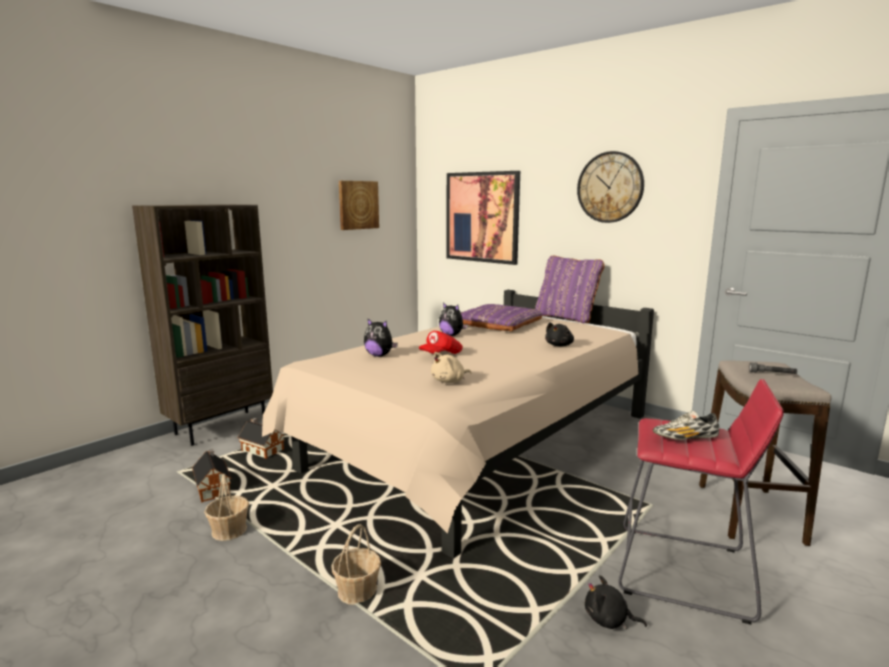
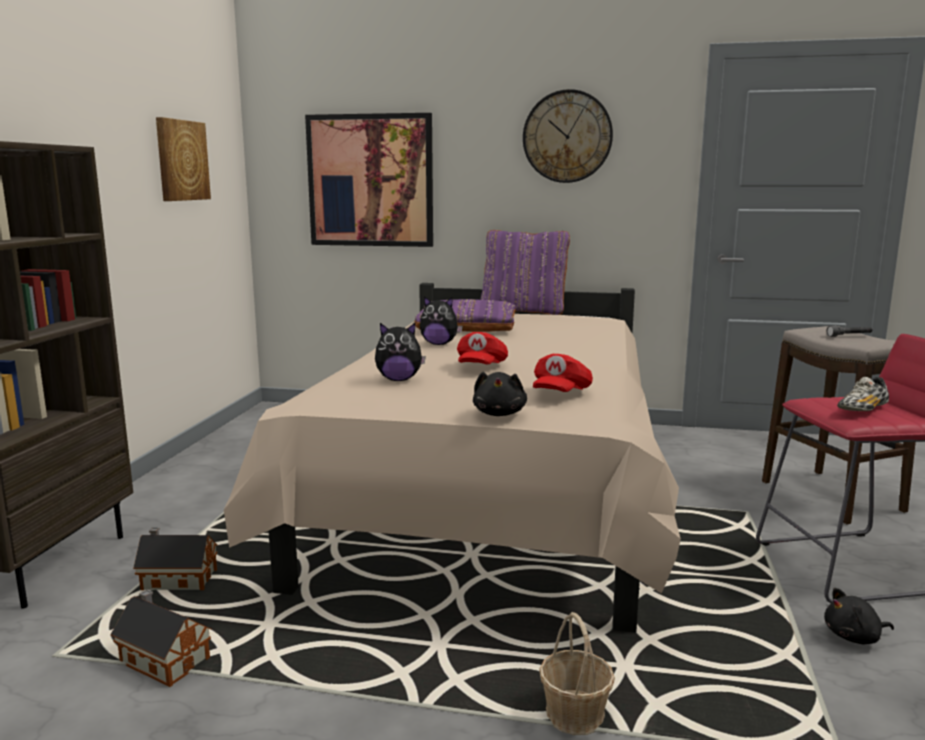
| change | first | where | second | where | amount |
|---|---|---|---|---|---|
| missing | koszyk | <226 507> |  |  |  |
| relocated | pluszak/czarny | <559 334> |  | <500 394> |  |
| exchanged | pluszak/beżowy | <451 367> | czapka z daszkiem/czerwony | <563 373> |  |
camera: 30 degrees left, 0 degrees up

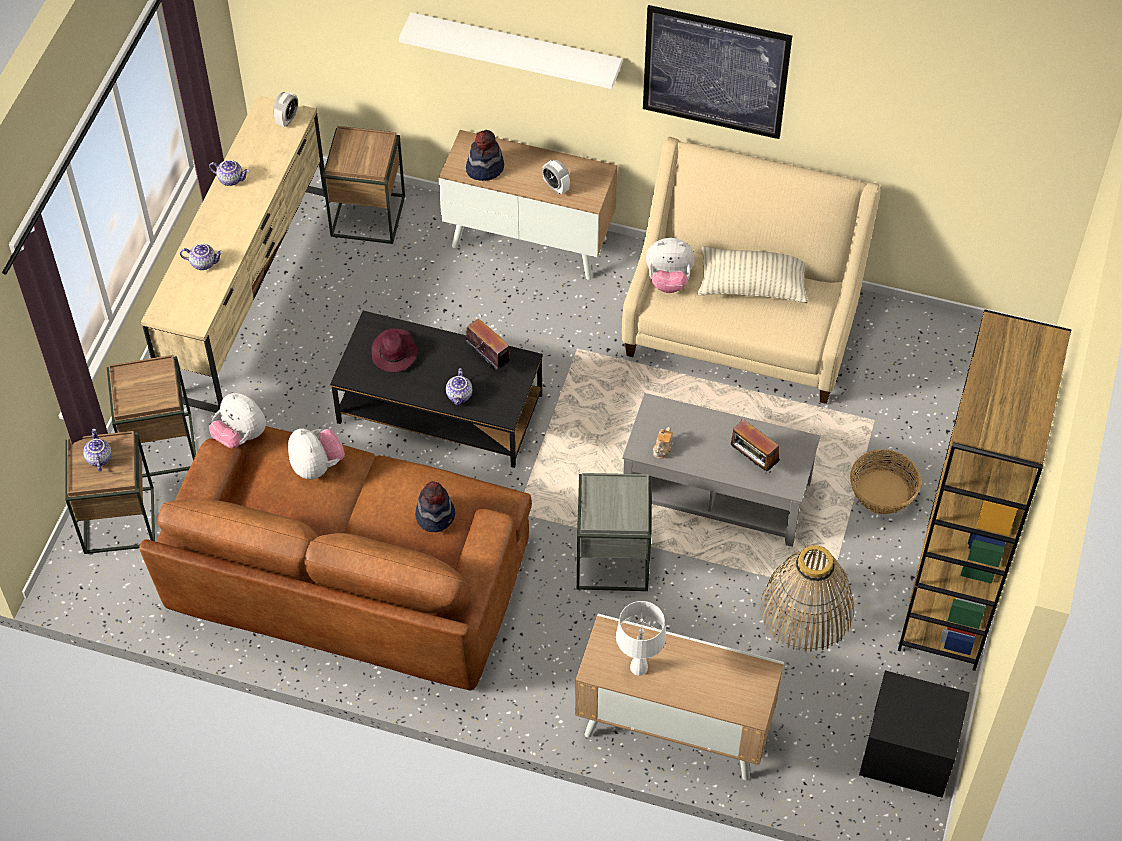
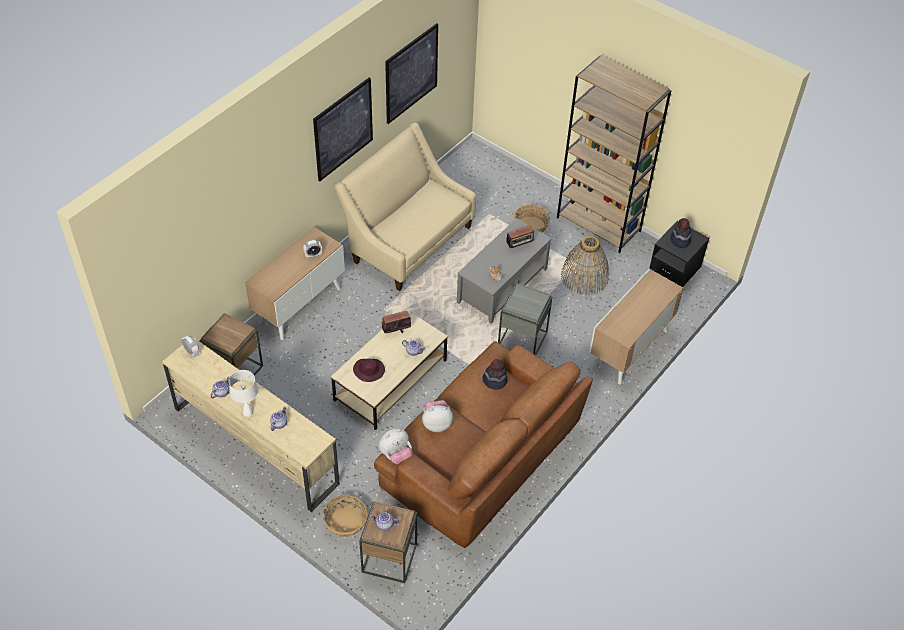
| change | first | where | second | where | amount |
|---|---|---|---|---|---|
| missing | półka/biały | <510 50> |  |  |  |
| missing | pluszak | <670 265> |  |  |  |
| missing | poduszka | <752 274> |  |  |  |
| appeared |  |  | obraz | <411 73> |  |
| relocated | kapelusz | <485 155> |  | <680 233> |  |
| relocated | lampa stołowa/biały | <641 638> |  | <243 393> |  |
| exchanged | stolik/brązowy | <151 416> | koszyk | <345 516> |  |
| colour | ława/czarny | <436 389> | ława/beżowy | <389 369> |  |
camera: 70 degrees left, 5 degrees down

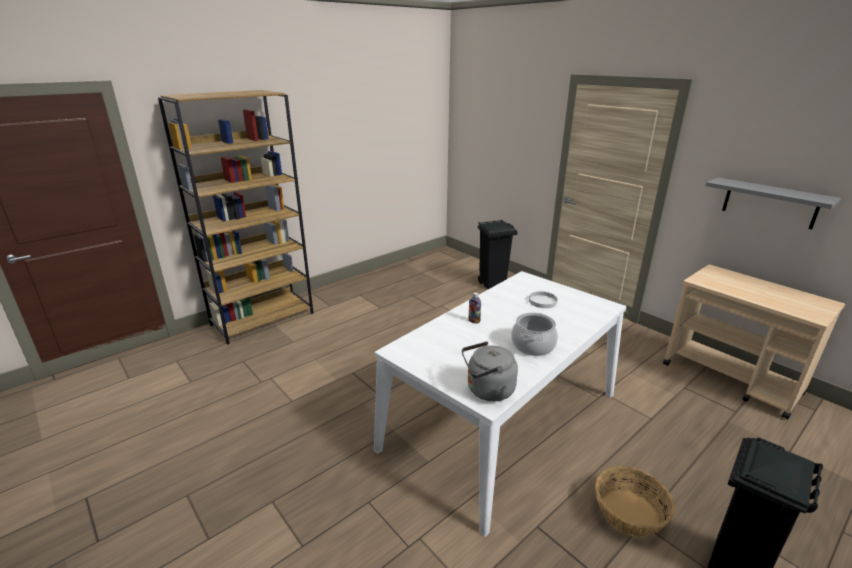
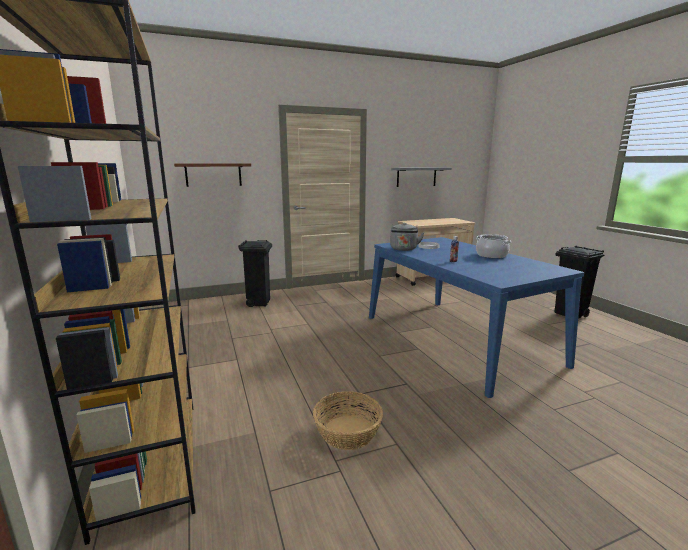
| change | first | where | second | where | amount |
|---|---|---|---|---|---|
| appeared |  |  | półka/brązowy | <212 175> |  |
| relocated | czajnik/szary | <490 371> |  | <407 237> |  |
| relocated | koszyk | <635 501> |  | <348 420> |  |
| colour | stół jadalny/biały | <500 404> | stół jadalny/niebieski | <476 317> |  |
camera: 70 degrees left, 10 degrees down

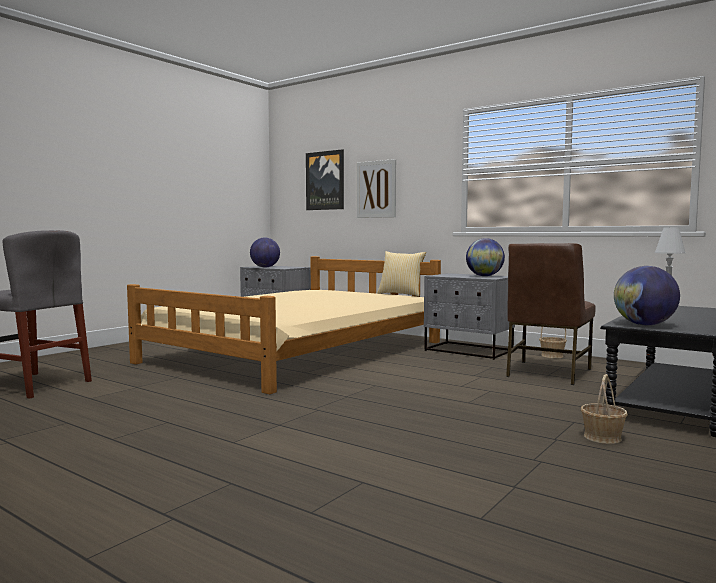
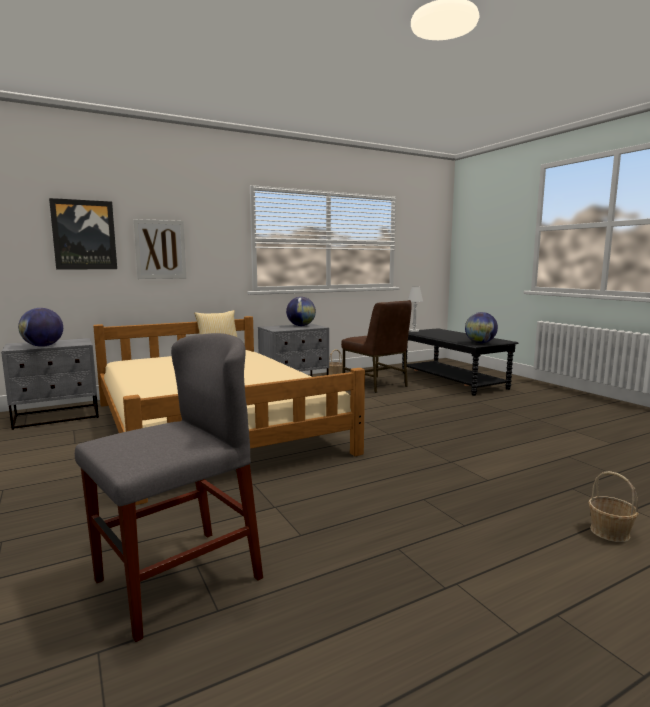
| change | first | where | second | where | amount |
|---|---|---|---|---|---|
| relocated | koszyk | <604 409> |  | <613 506> |  |
camera: 65 degrees left, 5 degrees up

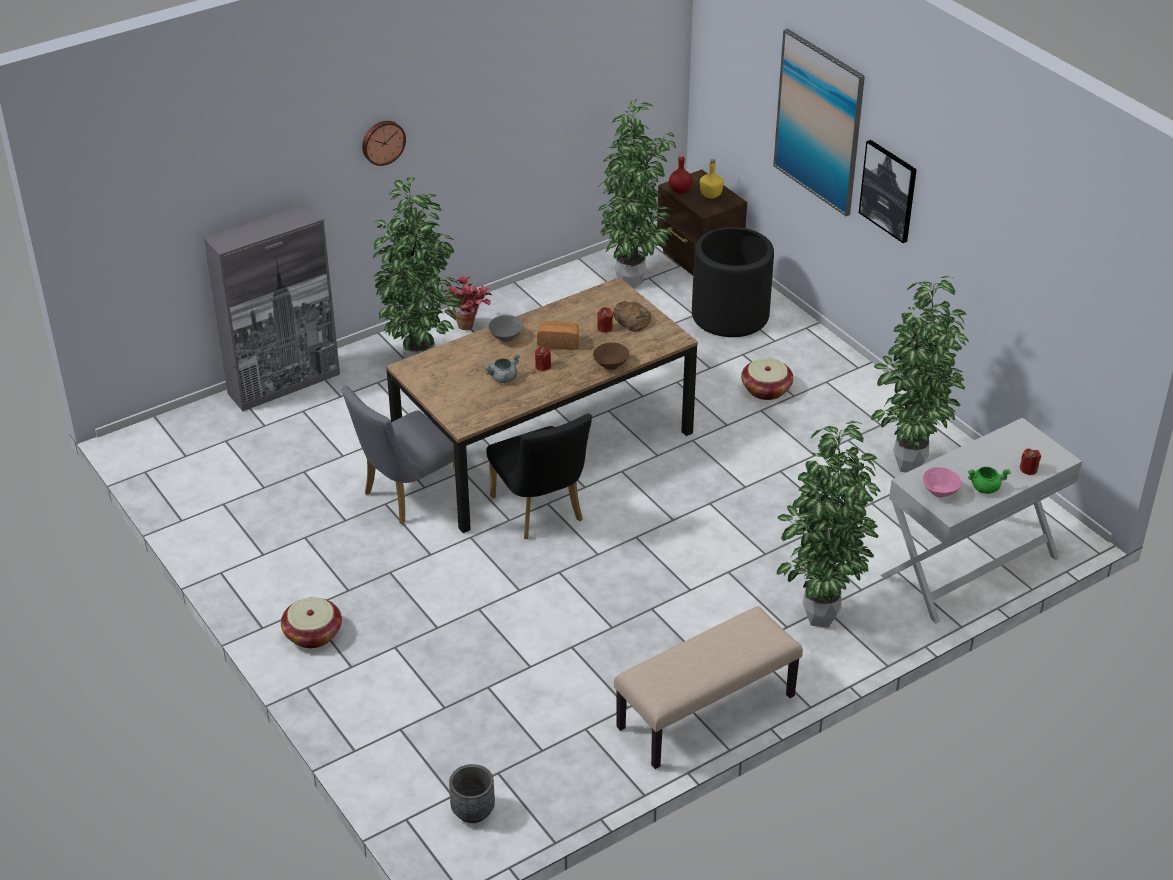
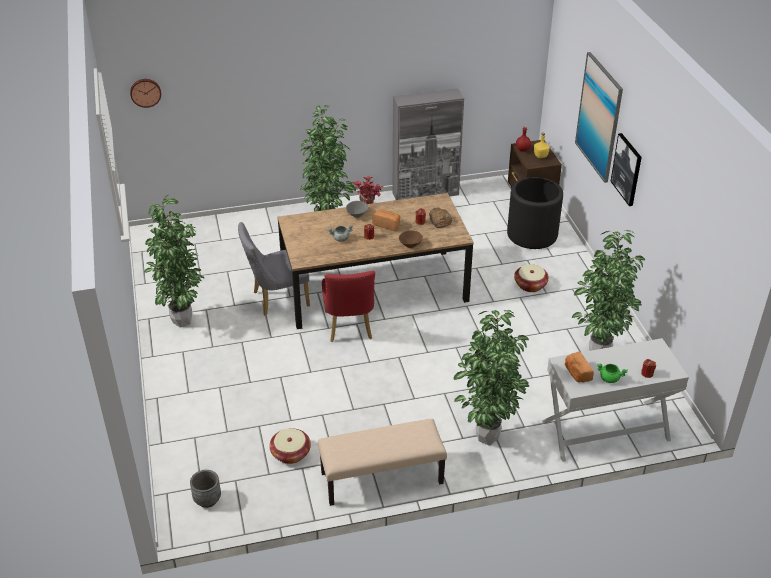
| change | first | where | second | where | amount |
|---|---|---|---|---|---|
| relocated | szafka/szary | <272 307> |  | <428 144> |  |
| relocated | koszyk | <311 622> |  | <290 446> |  |
| relocated | zegar ścienny | <384 143> |  | <145 93> |  |
| relocated | roślina doniczkowa | <637 193> |  | <174 261> |  |
| exchanged | miska/różowy | <942 482> | chleb | <579 367> |  |
| colour | krzesło/czarny | <539 476> | krzesło/czerwony | <348 306> |  |
camera: 20 degrees right, 0 degrees up

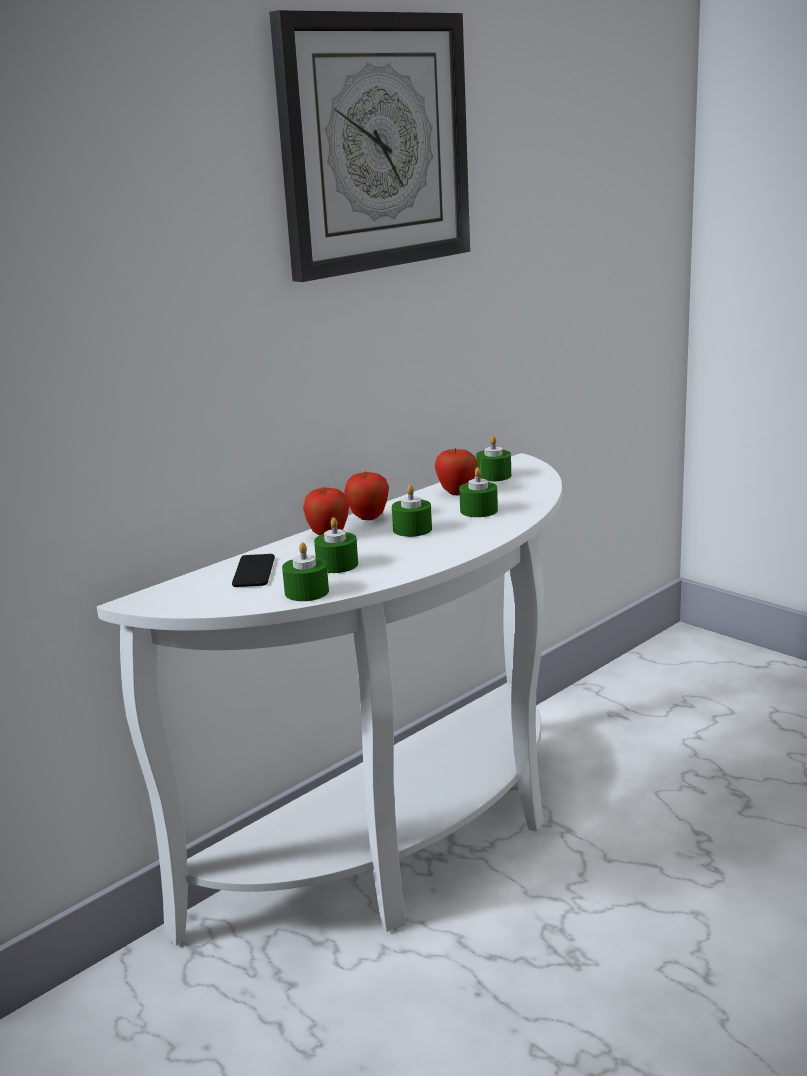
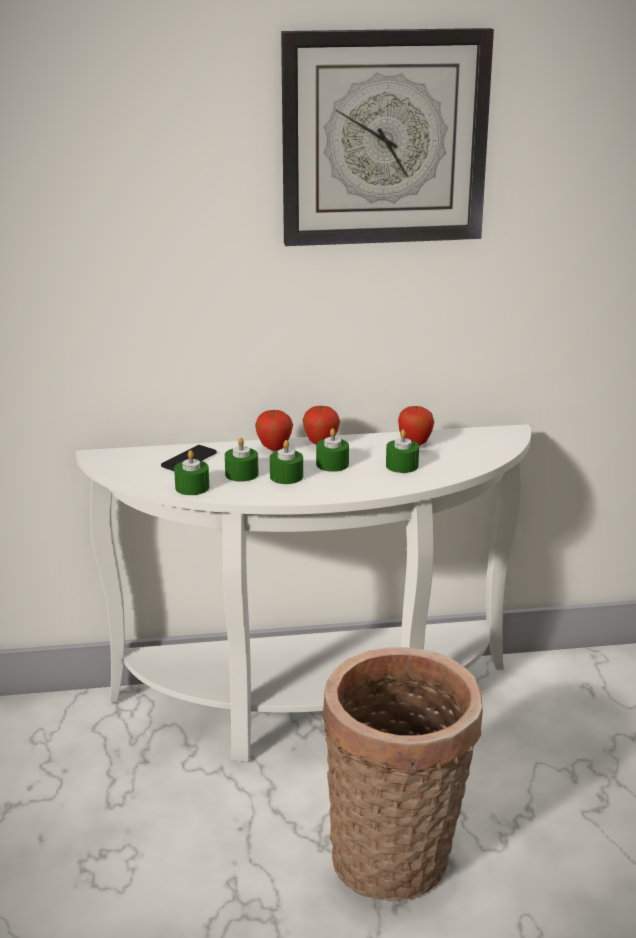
| change | first | where | second | where | amount |
|---|---|---|---|---|---|
| appeared |  |  | koszyk | <403 775> |  |
| relocated | świeca/zielony | <493 459> |  | <286 462> |  |
camera: 35 degrees right, 5 degrees up

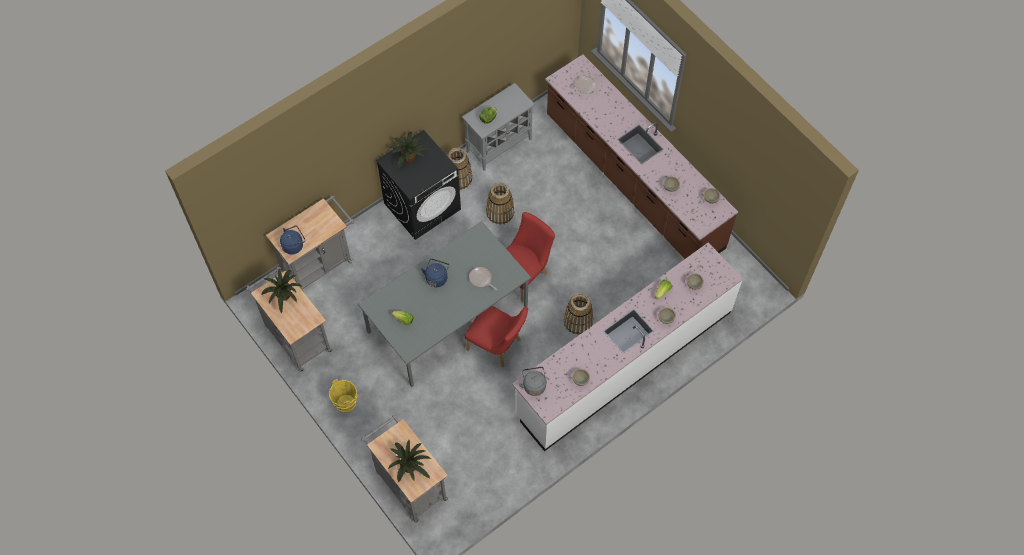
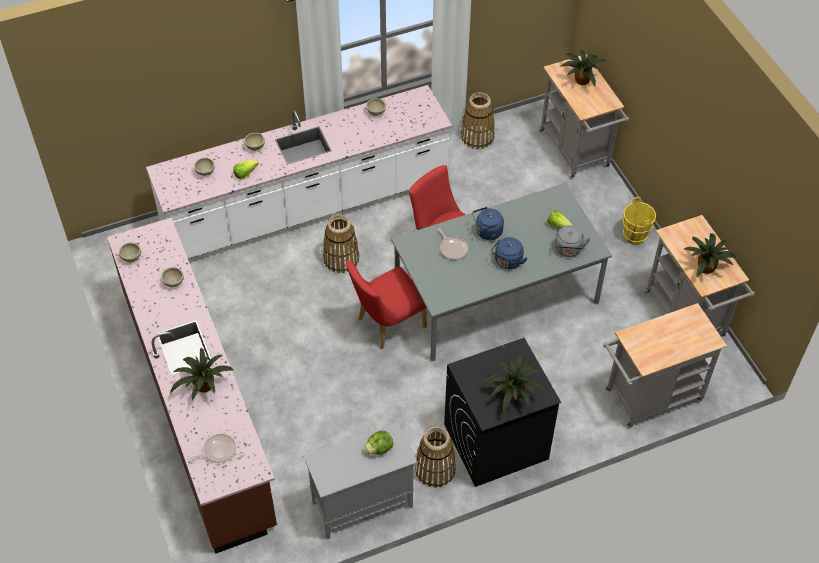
| change | first | where | second | where | amount |
|---|---|---|---|---|---|
| appeared |  |  | roślina doniczkowa | <201 374> |  |
| relocated | czajnik/niebieski | <292 239> |  | <488 223> |  |
| relocated | koszyk | <500 203> |  | <478 120> |  |
| relocated | czajnik/szary | <532 381> |  | <572 241> |  |
camera: 165 degrees left, 10 degrees down

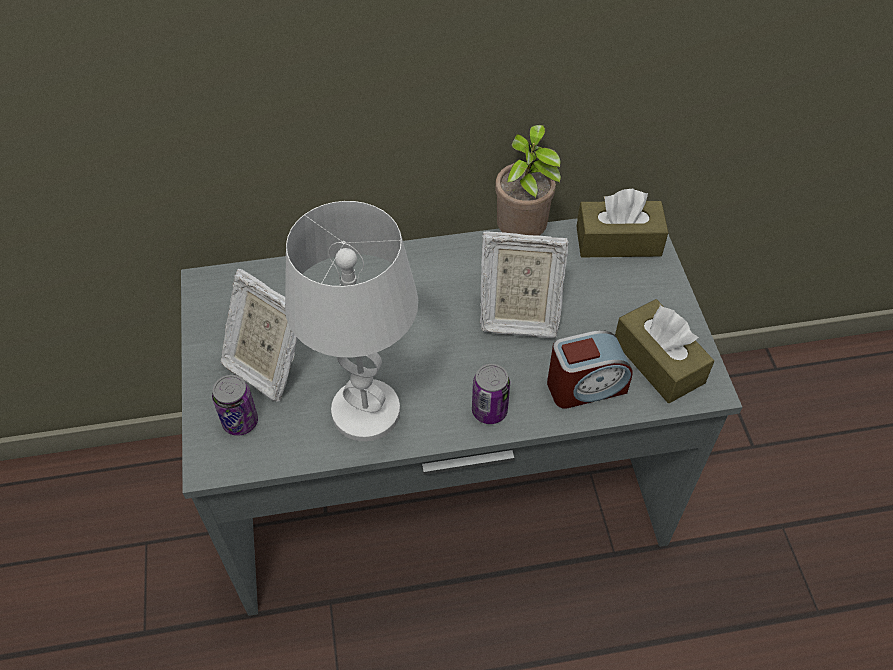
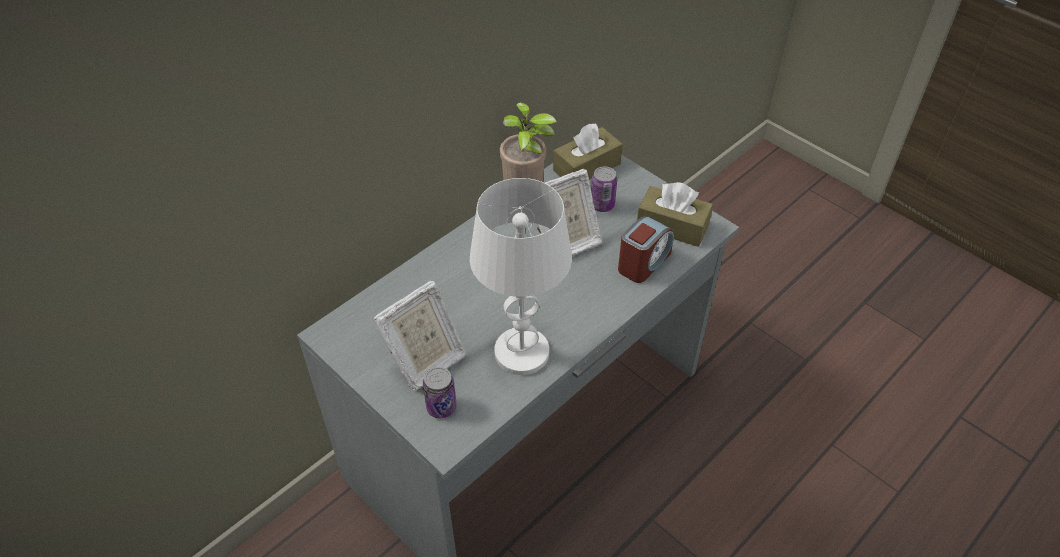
| change | first | where | second | where | amount |
|---|---|---|---|---|---|
| relocated | puszka | <491 394> |  | <604 189> |  |
| spun | ramka na zdjęcie | <259 335> |  | <420 335> | 45 degrees counterclockwise |
camera: 35 degrees left, 5 degrees down

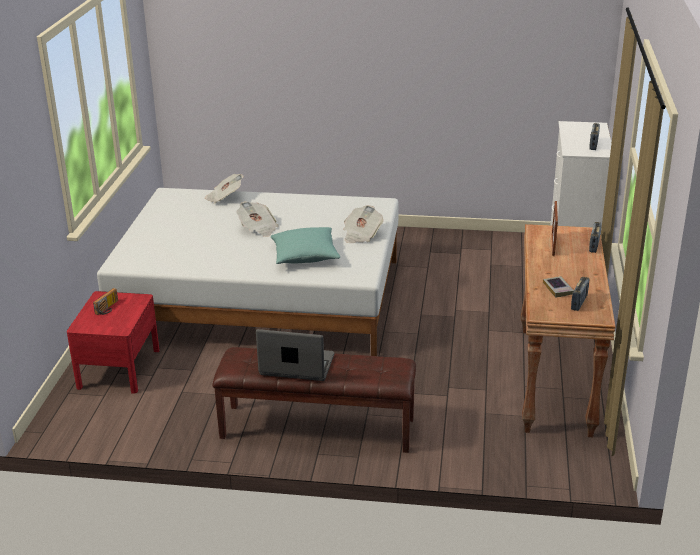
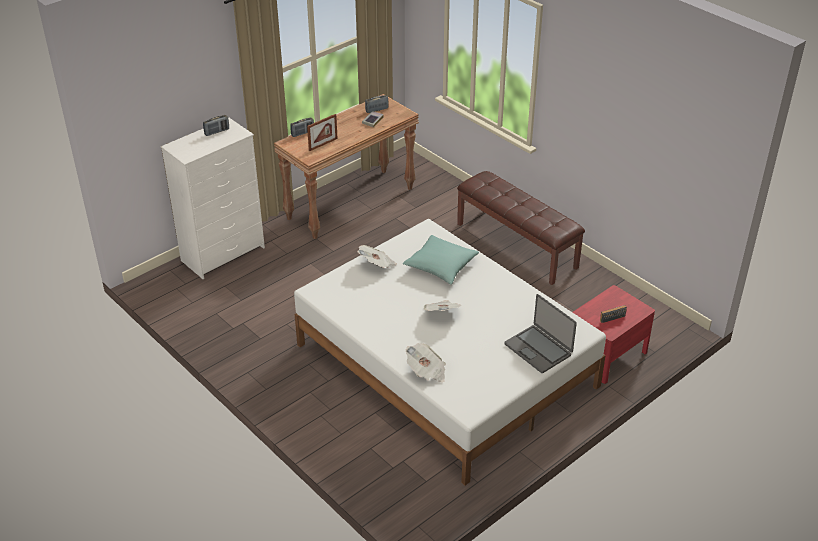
| change | first | where | second | where | amount |
|---|---|---|---|---|---|
| relocated | laptop | <295 355> |  | <541 333> |  |
camera: 140 degrees left, 10 degrees up

